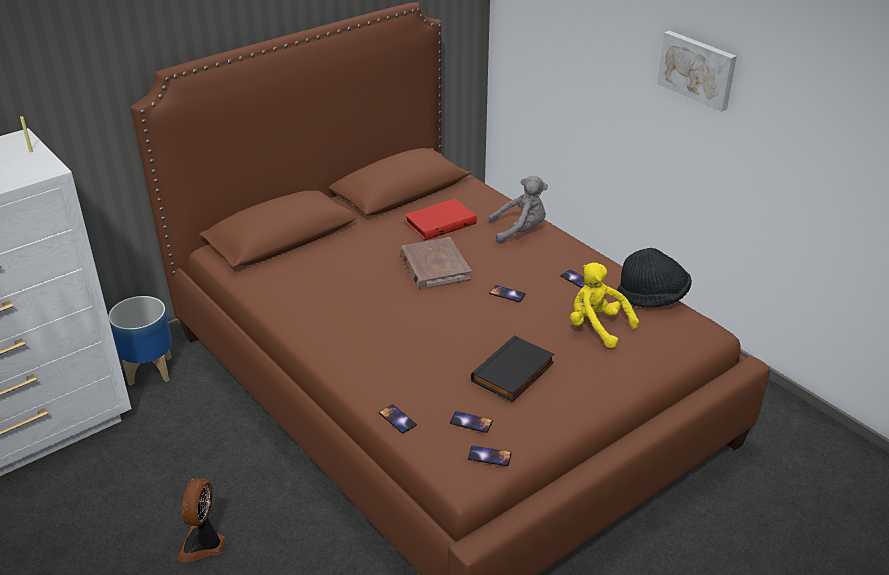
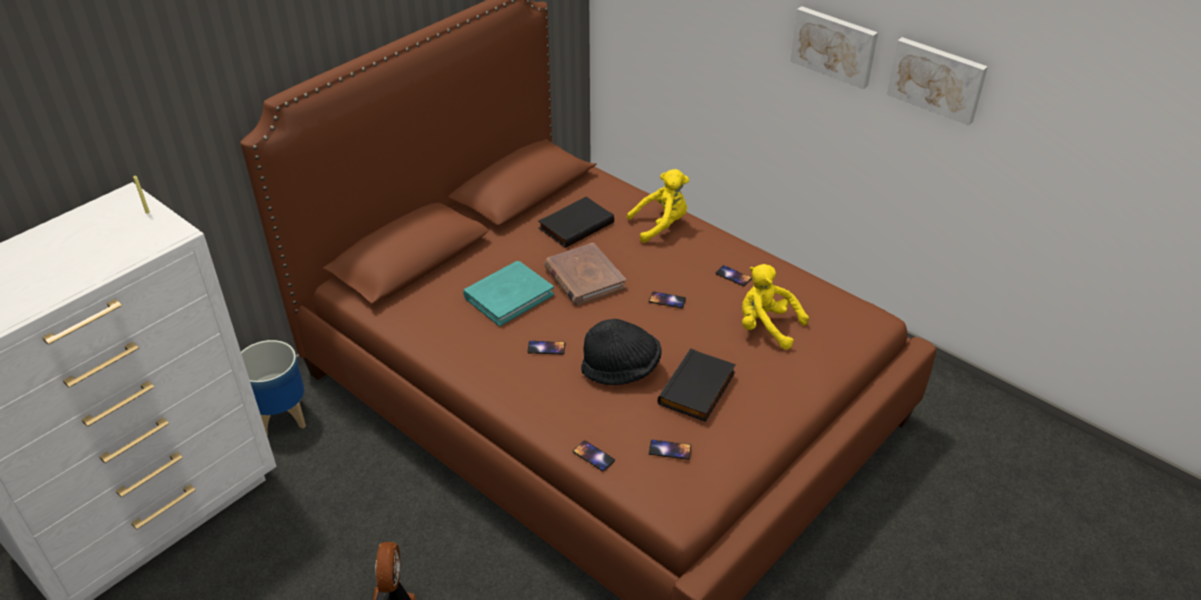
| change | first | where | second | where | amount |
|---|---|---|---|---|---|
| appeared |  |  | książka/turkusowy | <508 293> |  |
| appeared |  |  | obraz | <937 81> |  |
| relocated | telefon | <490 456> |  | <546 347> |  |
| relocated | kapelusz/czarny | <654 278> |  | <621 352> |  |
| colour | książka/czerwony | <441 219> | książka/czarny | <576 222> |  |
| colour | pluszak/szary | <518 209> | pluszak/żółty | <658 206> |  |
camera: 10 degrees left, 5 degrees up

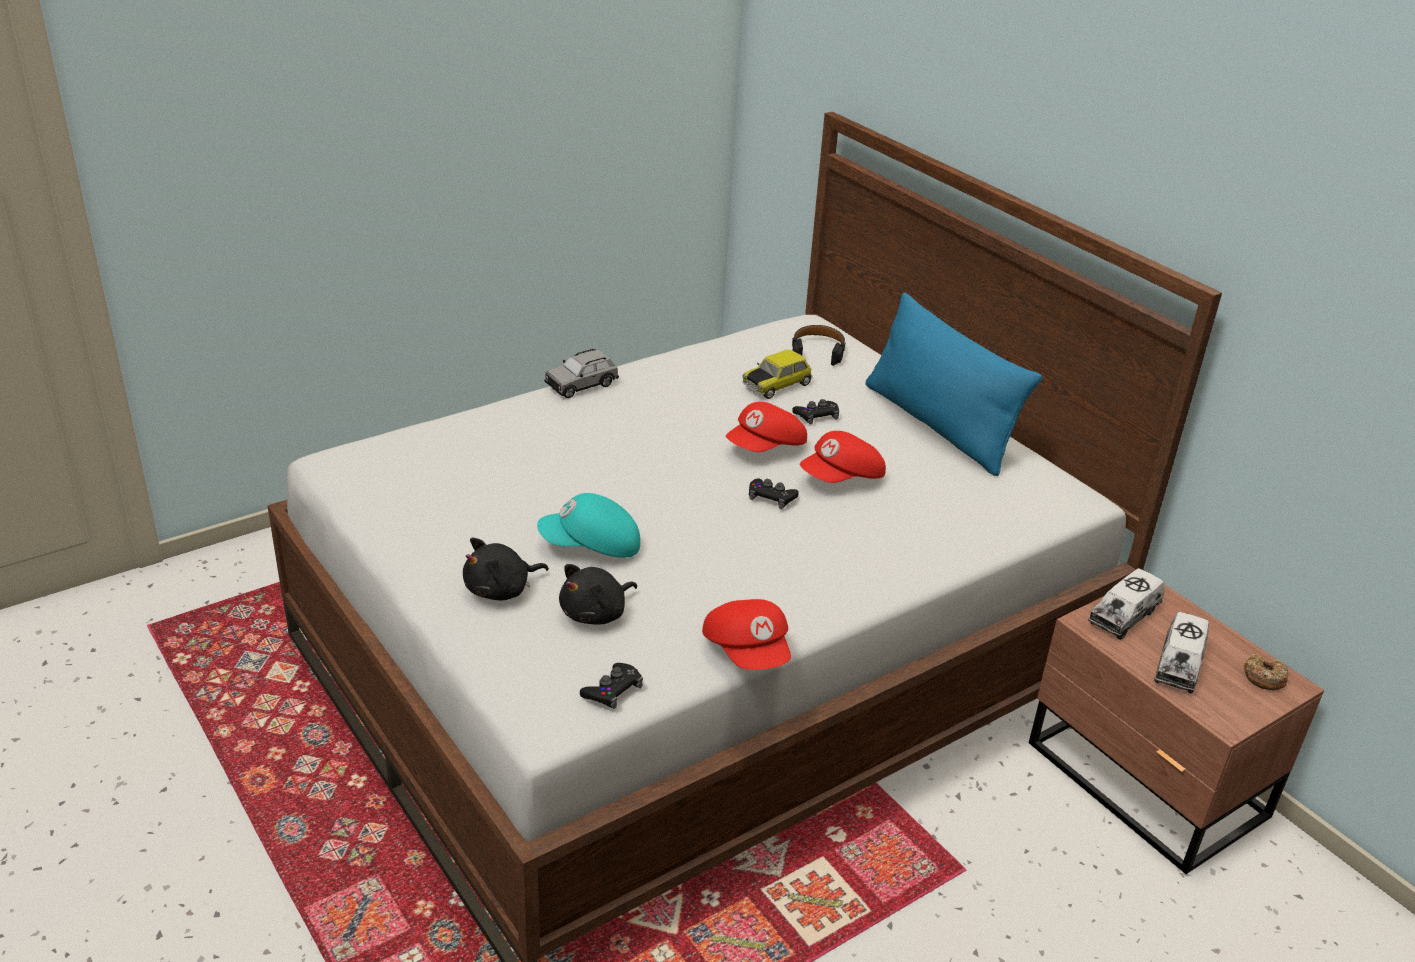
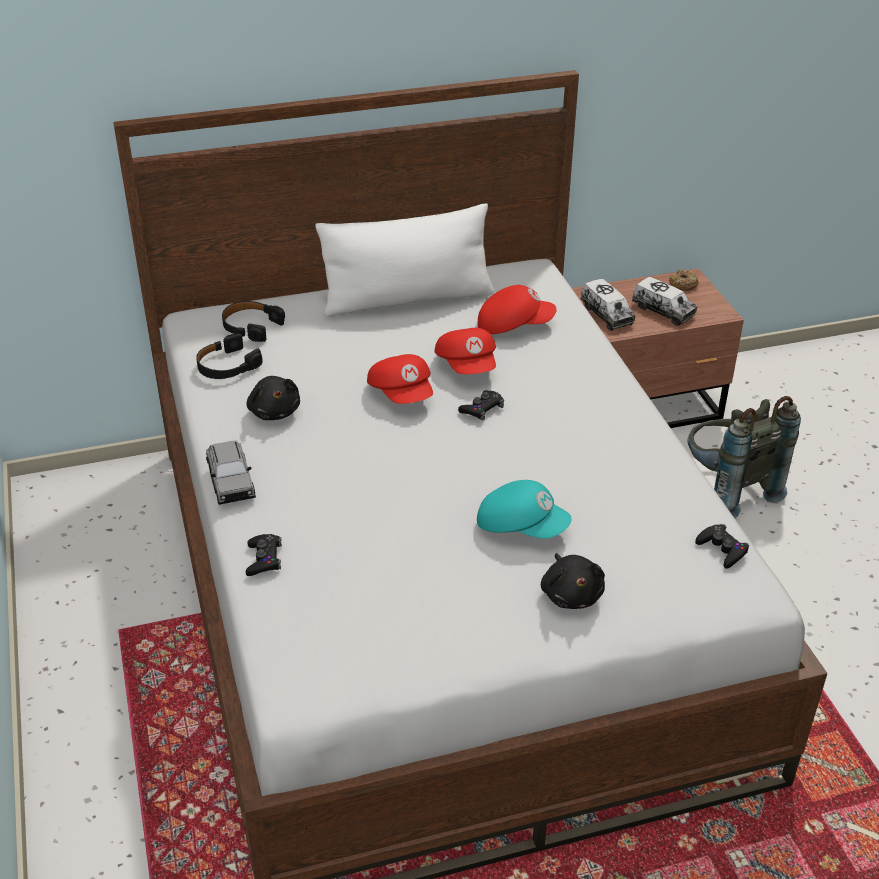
| change | first | where | second | where | amount |
|---|---|---|---|---|---|
| missing | samochodzik | <777 374> |  |  |  |
| appeared |  |  | słuchawki/czarny | <229 356> |  |
| appeared |  |  | plecak/szary | <744 457> |  |
| relocated | pluszak/czarny | <598 594> |  | <273 398> |  |
| relocated | czapka z daszkiem/czerwony | <746 634> |  | <517 309> |  |
| relocated | pad do gier/czarny | <815 411> |  | <264 555> |  |
| colour | poduszka/niebieski | <953 384> | poduszka/biały | <404 260> |  |
| spun | czapka z daszkiem/turkusowy | <588 525> |  | <524 509> | 75 degrees counterclockwise |
camera: 70 degrees left, 5 degrees up

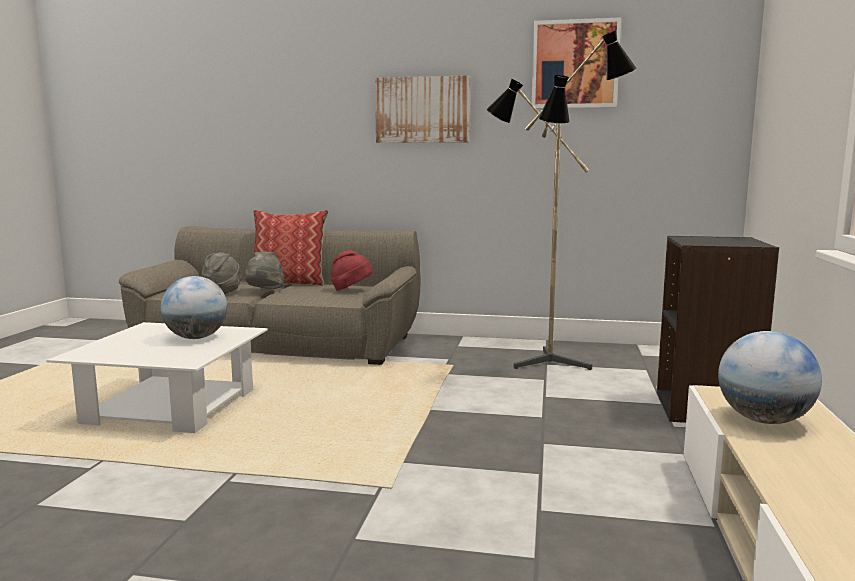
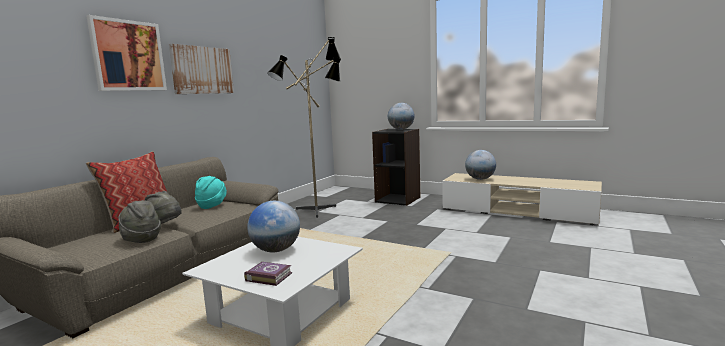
| change | first | where | second | where | amount |
|---|---|---|---|---|---|
| appeared |  |  | książka | <268 274> |  |
| appeared |  |  | globus | <401 116> |  |
| relocated | obraz | <576 63> |  | <126 53> |  |
| colour | kapelusz/czerwony | <352 270> | kapelusz/turkusowy | <211 192> |  |
camera: 70 degrees left, 0 degrees up

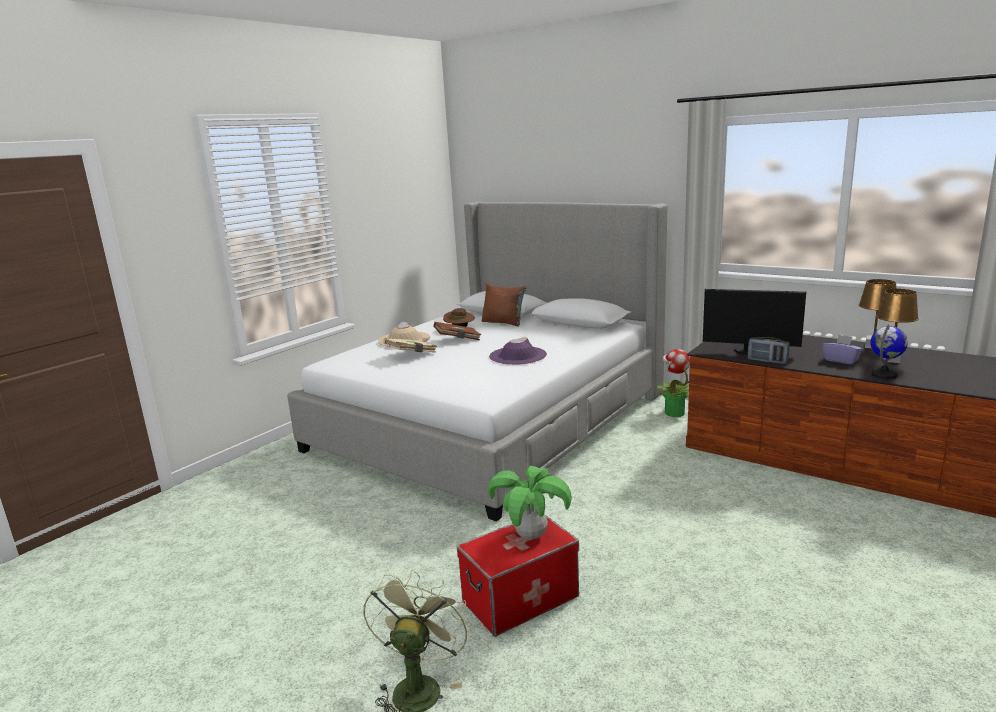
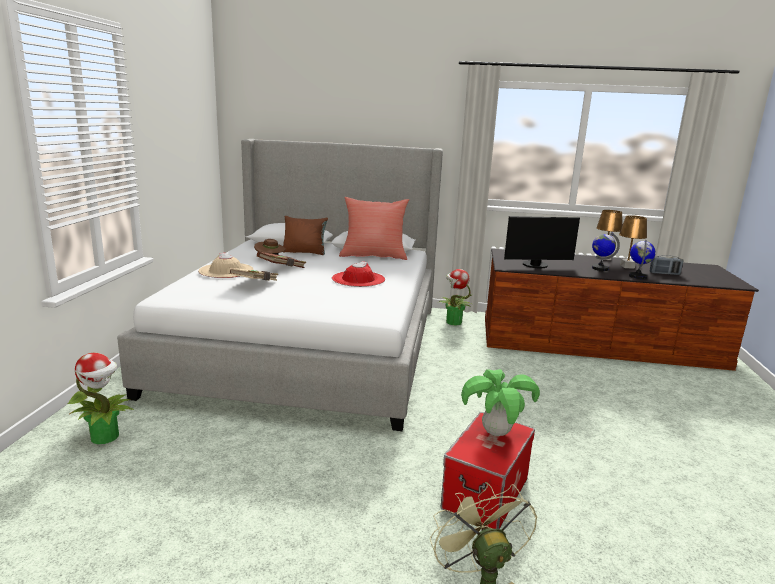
| change | first | where | second | where | amount |
|---|---|---|---|---|---|
| appeared |  |  | roślina doniczkowa | <101 398> |  |
| appeared |  |  | poduszka/czerwony | <374 228> |  |
| relocated | radio | <769 350> |  | <667 265> |  |
| exchanged | pudełko chusteczek/fioletowy | <842 349> | globus | <606 251> |  |
| colour | kapelusz/fioletowy | <518 351> | kapelusz/czerwony | <358 274> |  |
camera: 30 degrees left, 0 degrees up

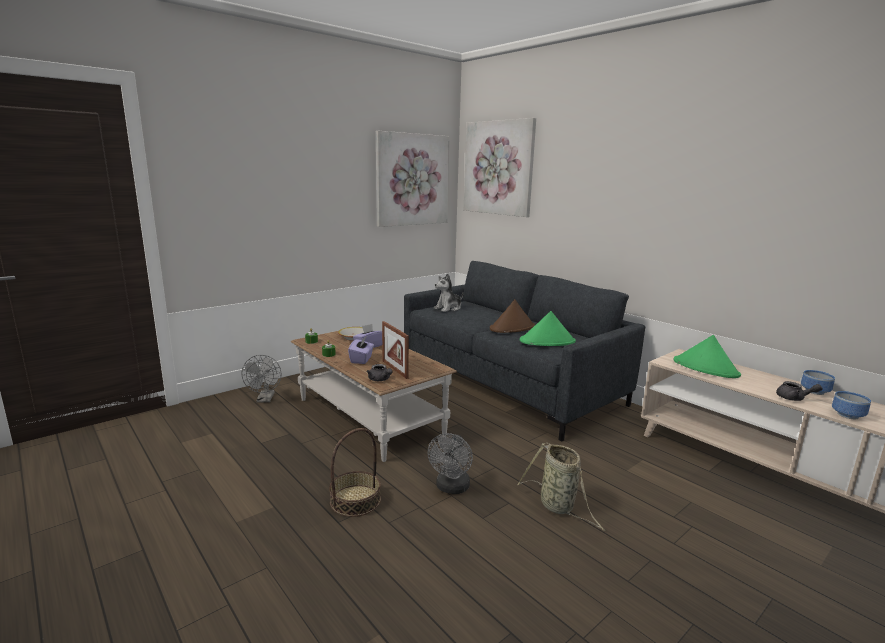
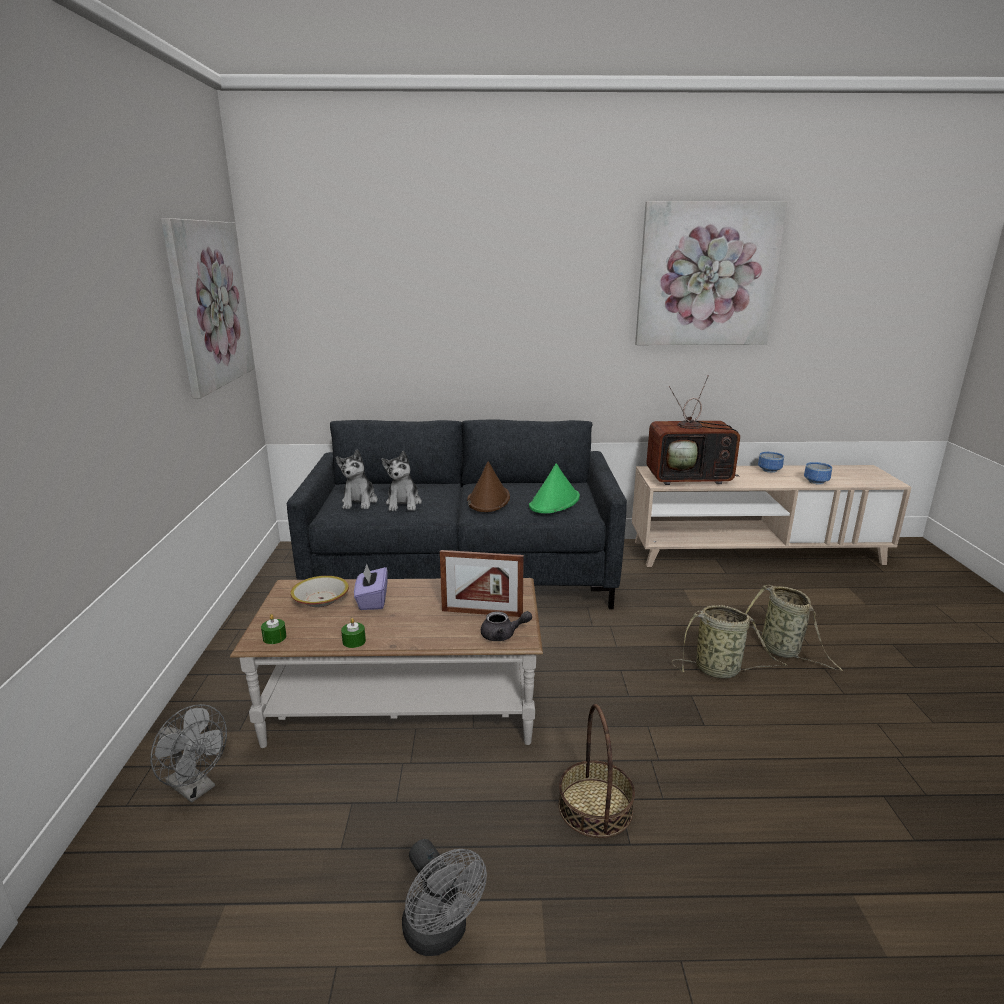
| change | first | where | second | where | amount |
|---|---|---|---|---|---|
| missing | pudełko chusteczek/fioletowy | <361 350> |  |  |  |
| missing | imbryk/szary | <799 391> |  |  |  |
| appeared |  |  | pluszak | <401 481> |  |
| appeared |  |  | koszyk | <794 628> |  |
| relocated | wentylator/szary | <450 463> |  | <444 897> |  |
| relocated | obraz | <500 167> |  | <711 273> |  |
| exchanged | kapelusz/zielony | <707 356> | telewizor | <693 430> |  |
camera: 50 degrees left, 5 degrees up

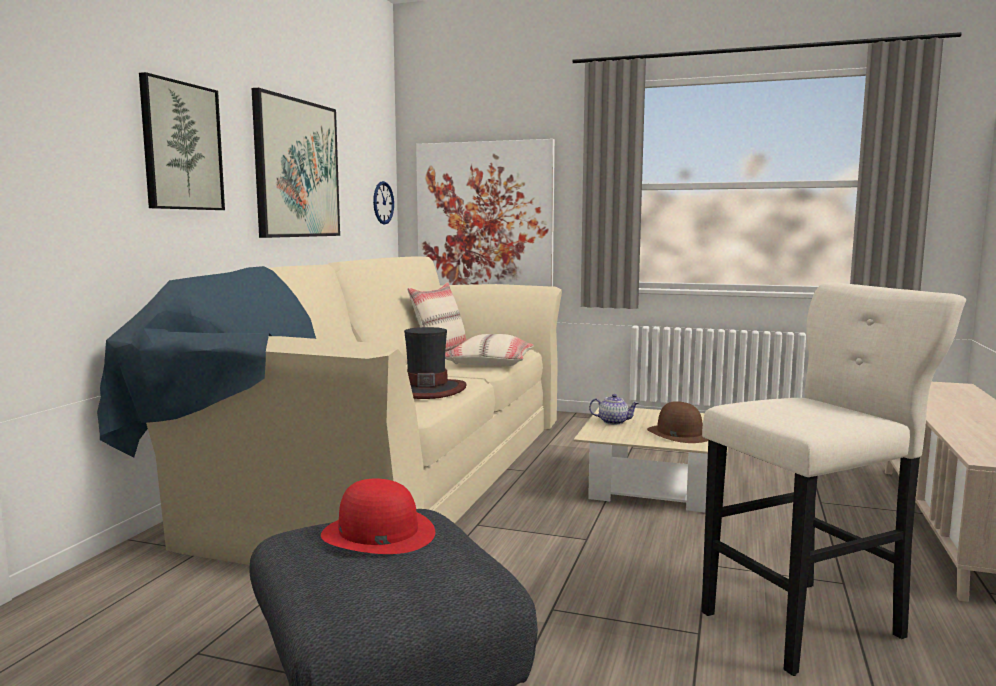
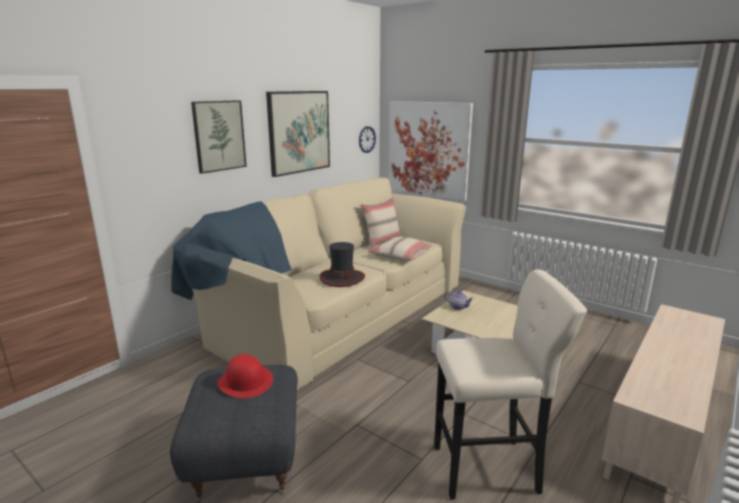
| change | first | where | second | where | amount |
|---|---|---|---|---|---|
| missing | kapelusz/brązowy | <677 422> |  |  |  |
camera: 20 degrees right, 10 degrees up

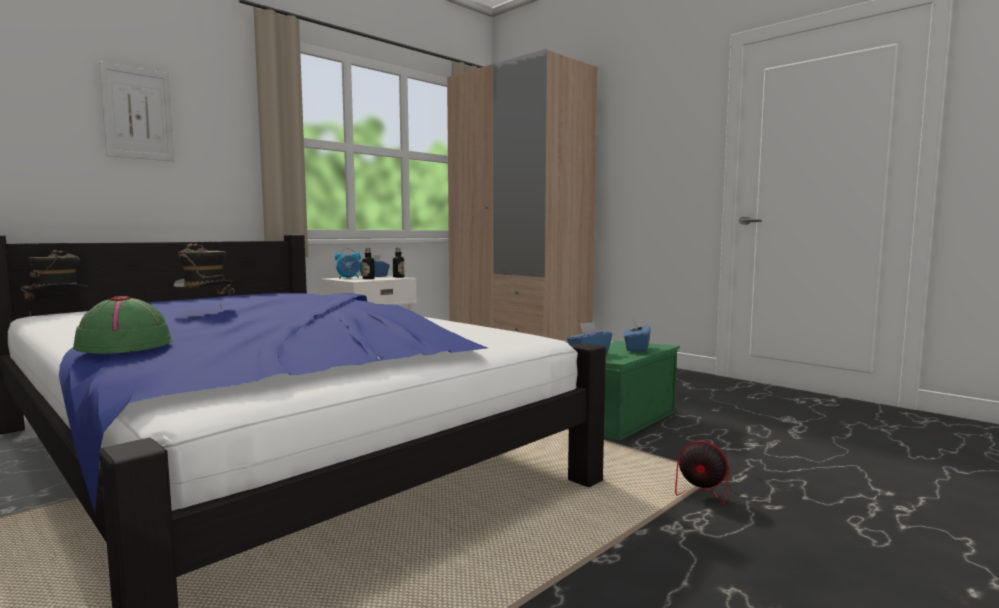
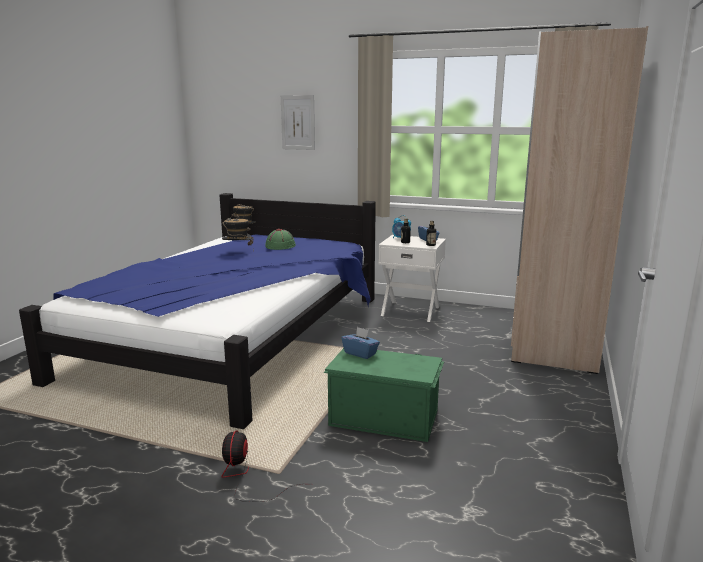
| change | first | where | second | where | amount |
|---|---|---|---|---|---|
| missing | pudełko chusteczek/niebieski | <637 335> |  |  |  |
| relocated | kapelusz/zielony | <123 325> |  | <280 239> |  |
camera: 65 degrees right, 10 degrees up

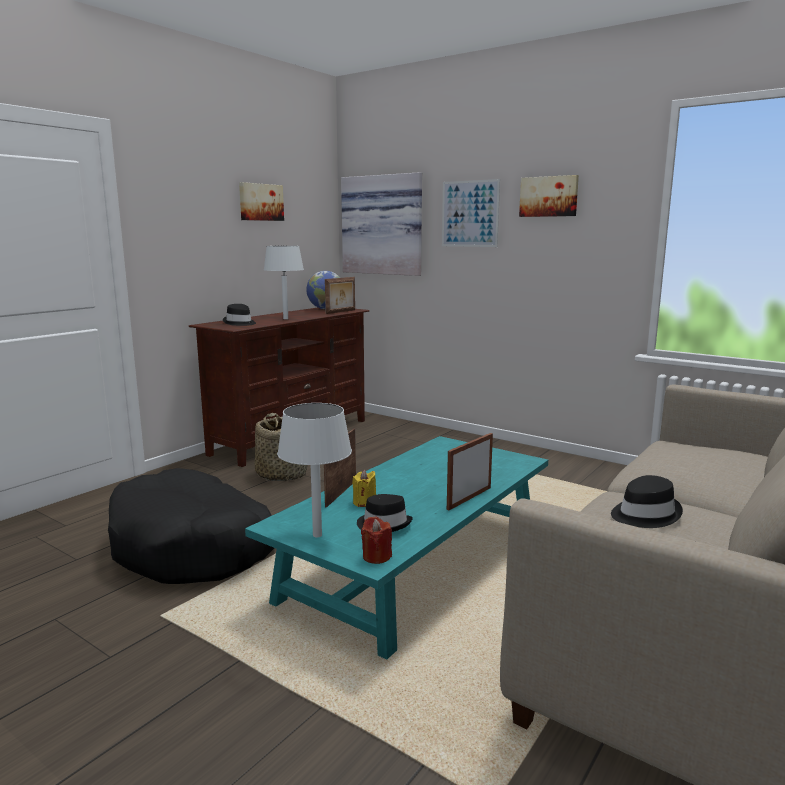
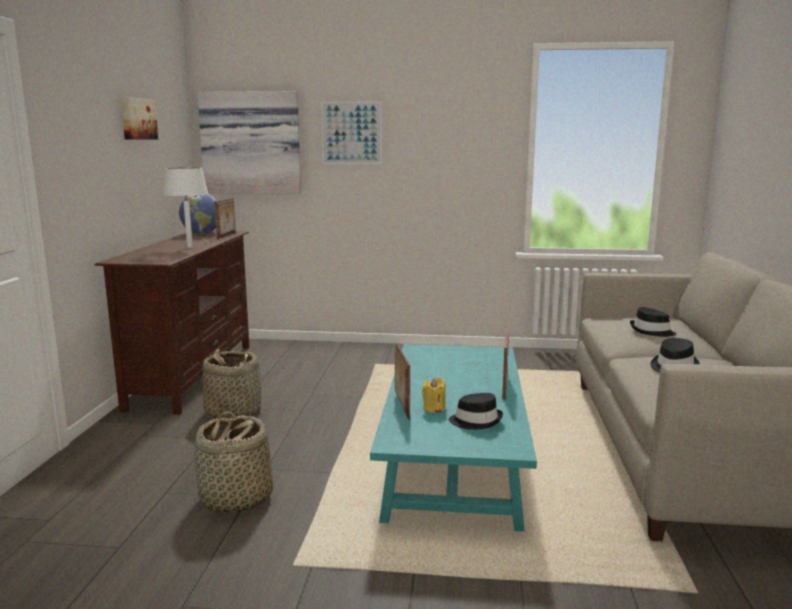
| change | first | where | second | where | amount |
|---|---|---|---|---|---|
| missing | lampa stołowa/biały | <314 470> |  |  |  |
| missing | świeca/czerwony | <376 540> |  |  |  |
| missing | obraz | <549 196> |  |  |  |
| relocated | kapelusz/czarny | <239 315> |  | <653 322> |  |
| exchanged | legowisko/czarny | <191 526> | koszyk | <233 462> |  |
camera: 30 degrees left, 0 degrees up

